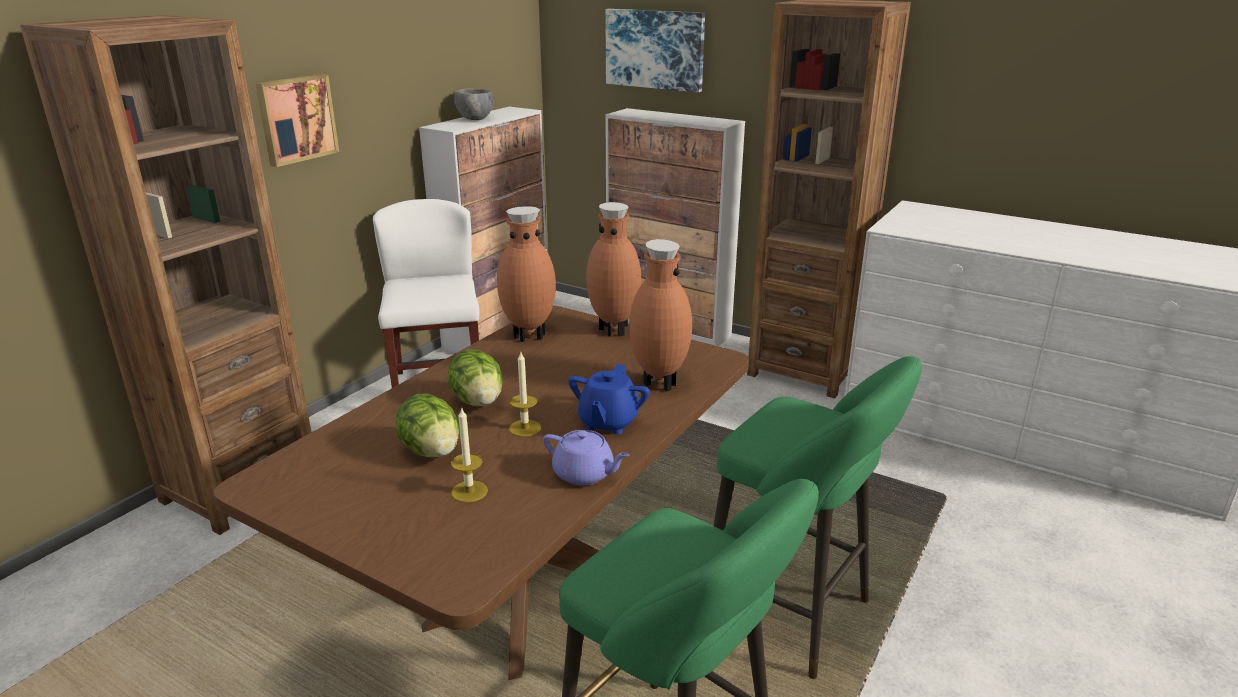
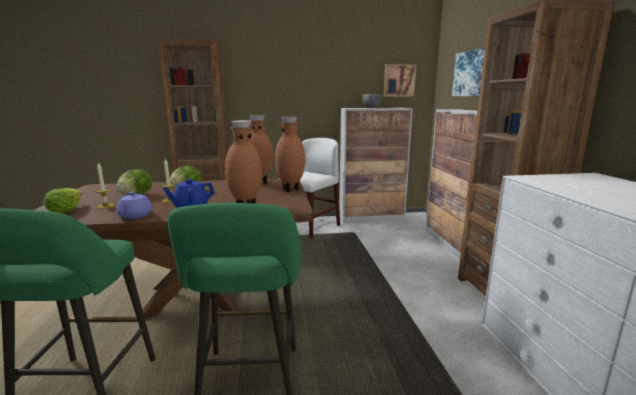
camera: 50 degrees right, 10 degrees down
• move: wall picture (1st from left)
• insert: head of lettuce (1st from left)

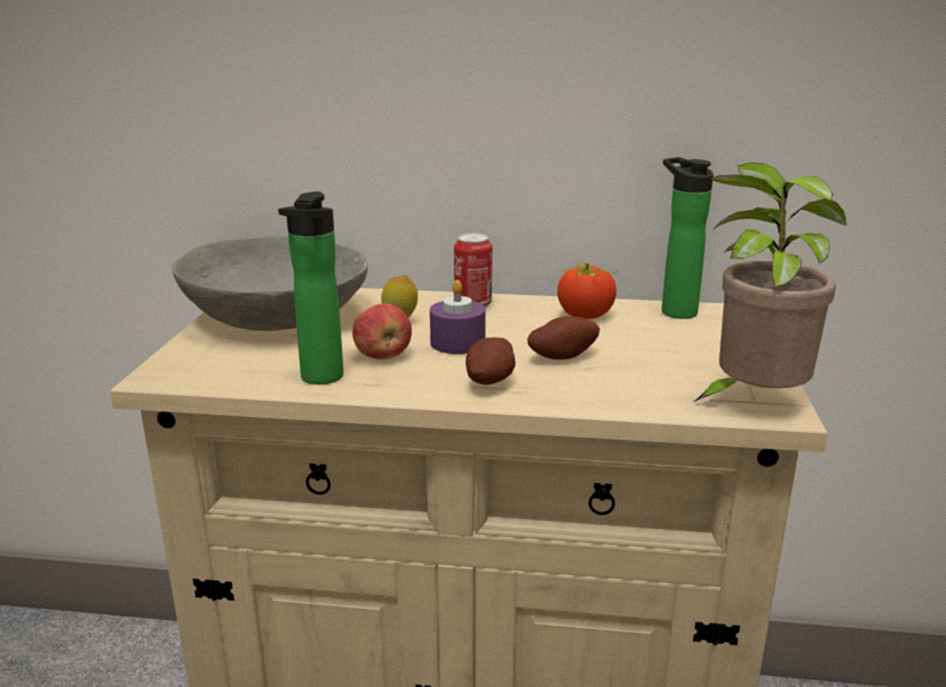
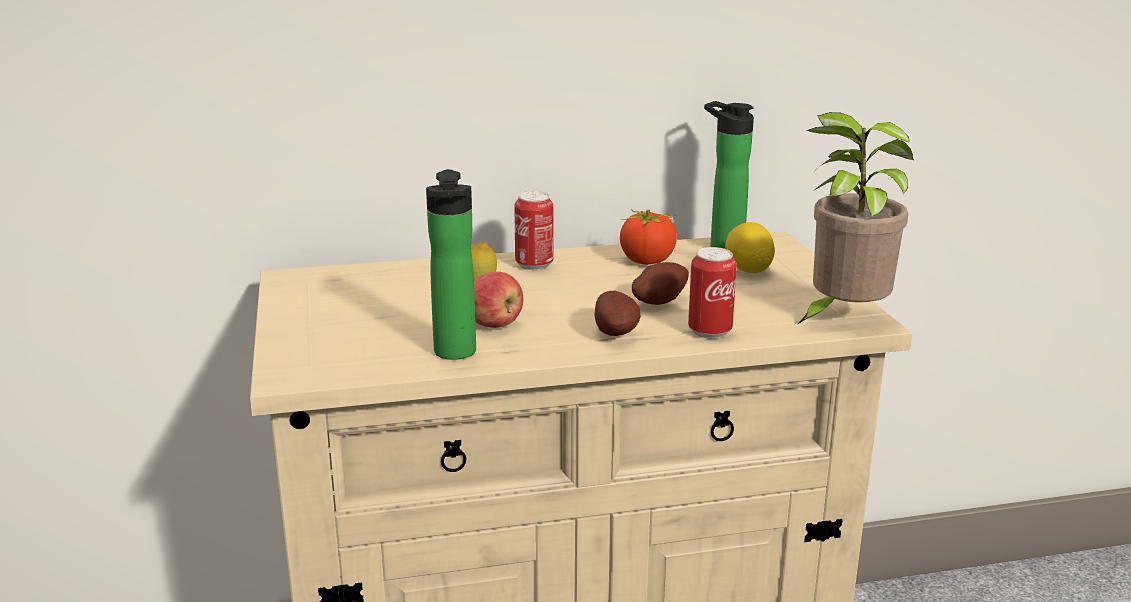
camera: 20 degrees left, 0 degrees up
• delete: grey deep dish
• delete: purplish wax light
• insert: citrus fruit (2nd from left)
• insert: can (2nd from left)

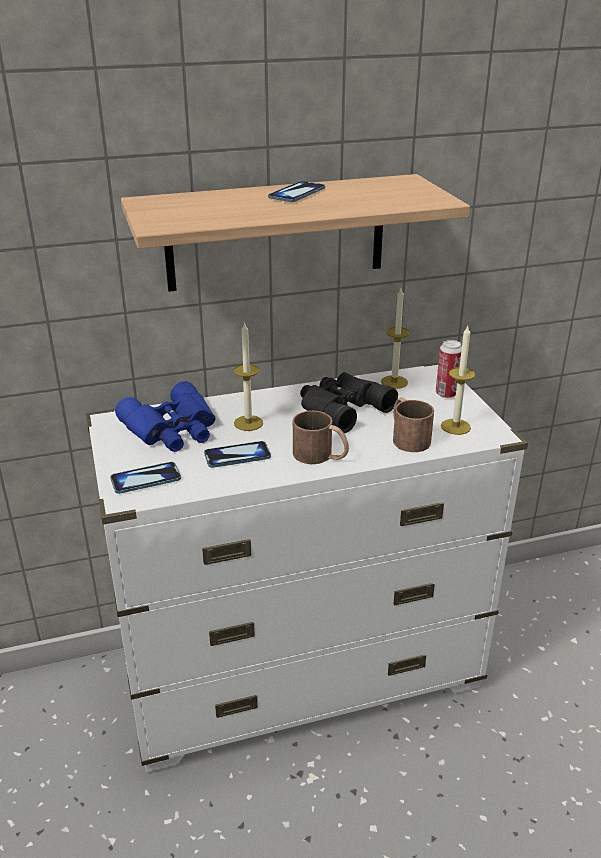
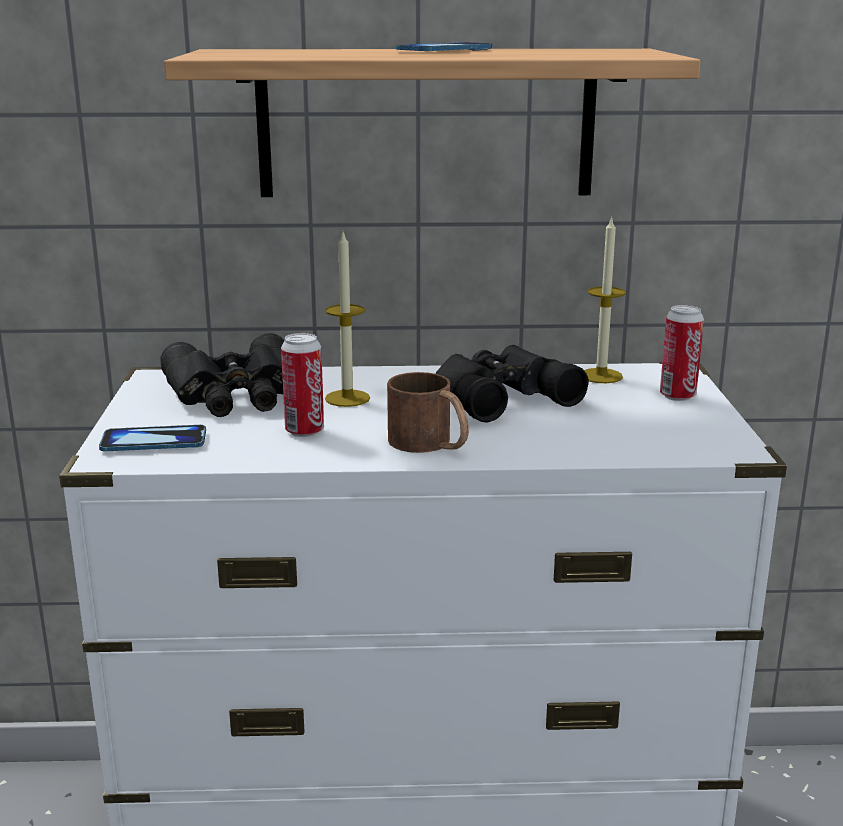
camera: 15 degrees right, 10 degrees down
• delete: wax light (3rd from left)
• recolor: blue pair of binoculars to blackish pair of binoculars (1st from left)
• delete: brown-coloured tea mug (2nd from left)
• replace: phone (2nd from left) to can (1st from left)

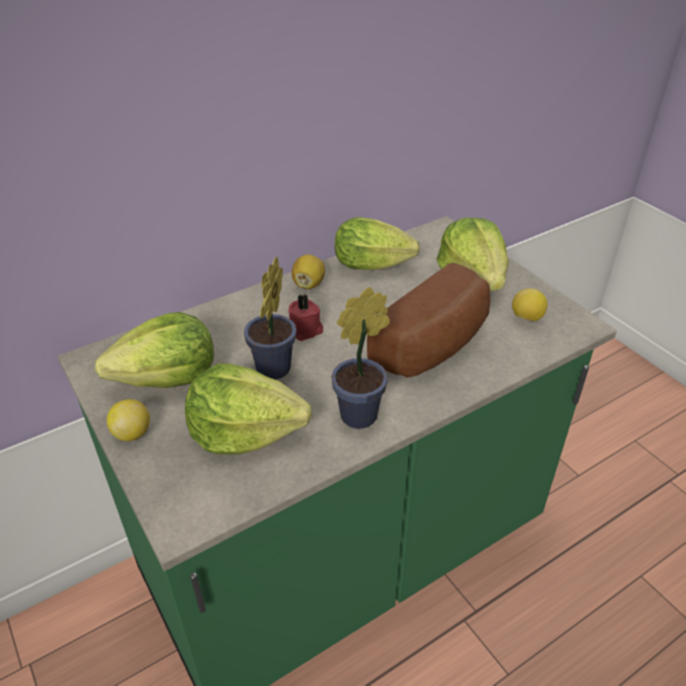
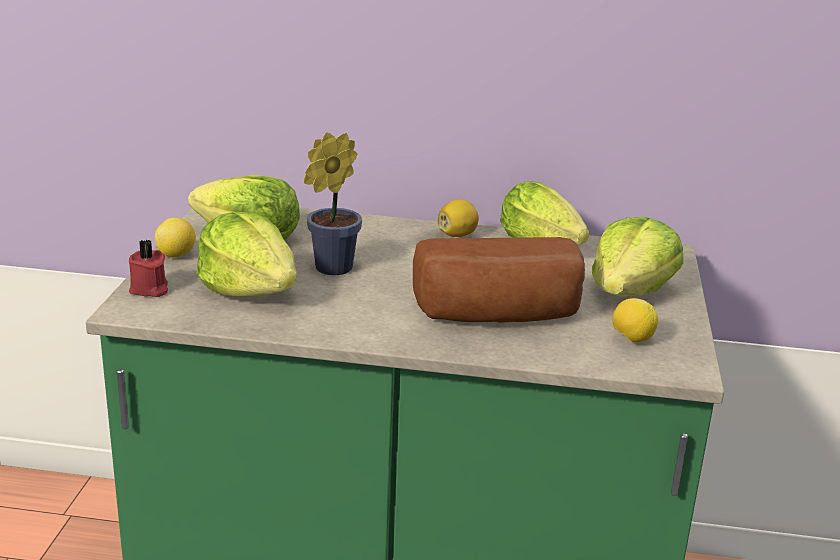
camera: 40 degrees right, 15 degrees down
• delete: potted plant (2nd from left)
• move: reddish wax light

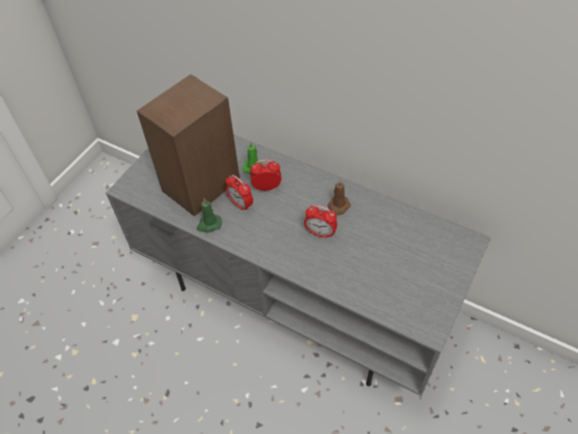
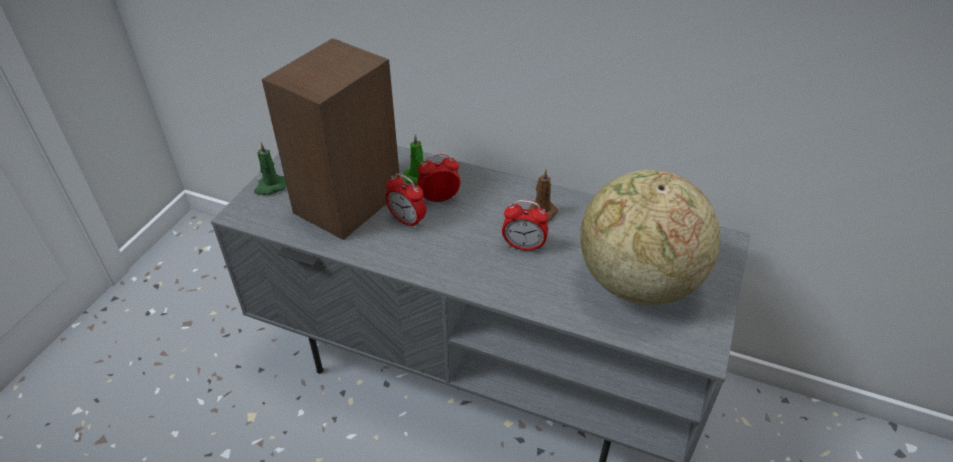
camera: 10 degrees left, 10 degrees down
• move: green wax light (1st from left)
• insert: desk globe

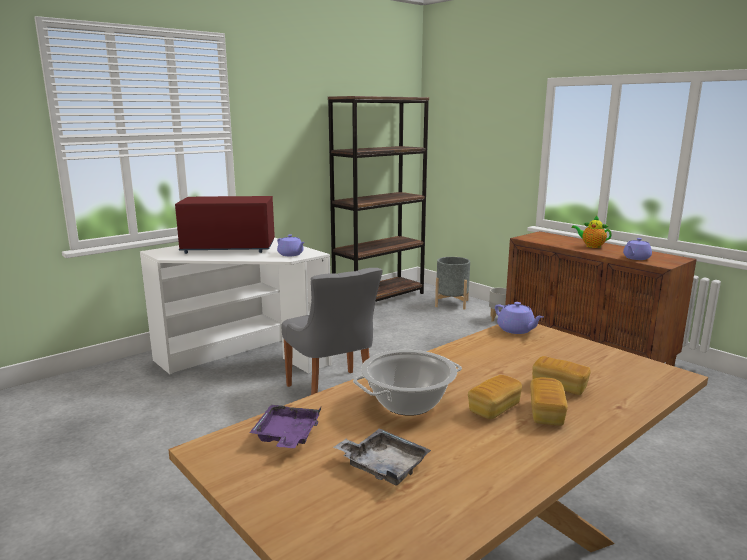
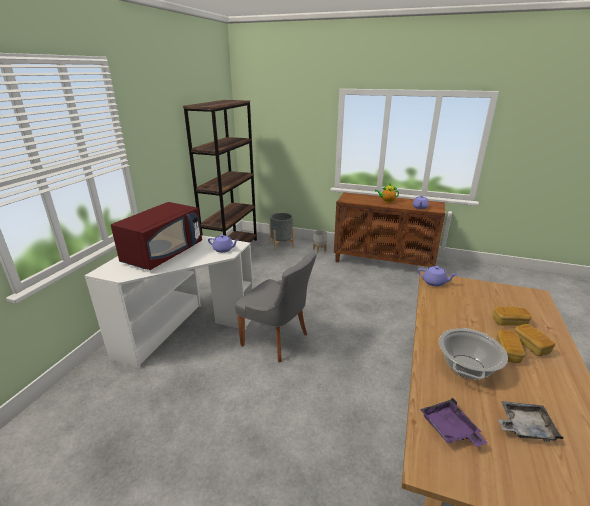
camera: 30 degrees left, 10 degrees up
• rotate: reddish microwave 150 degrees clockwise

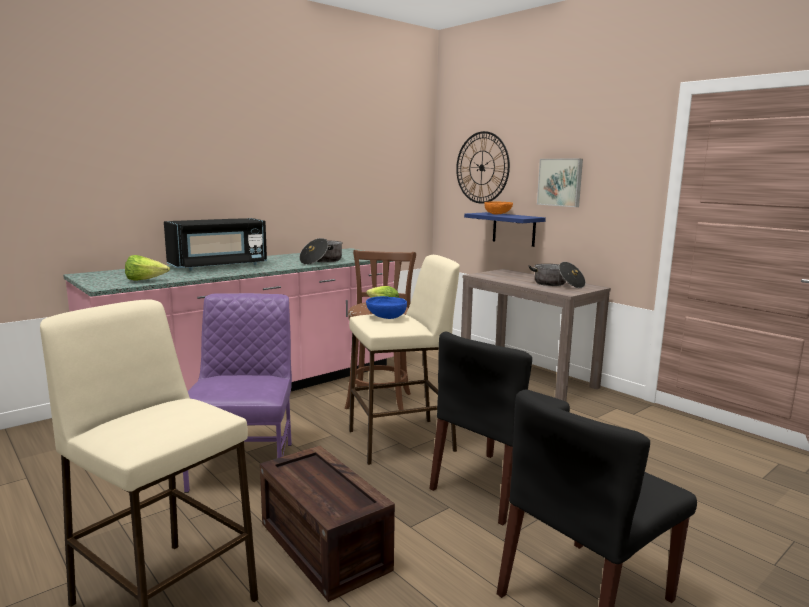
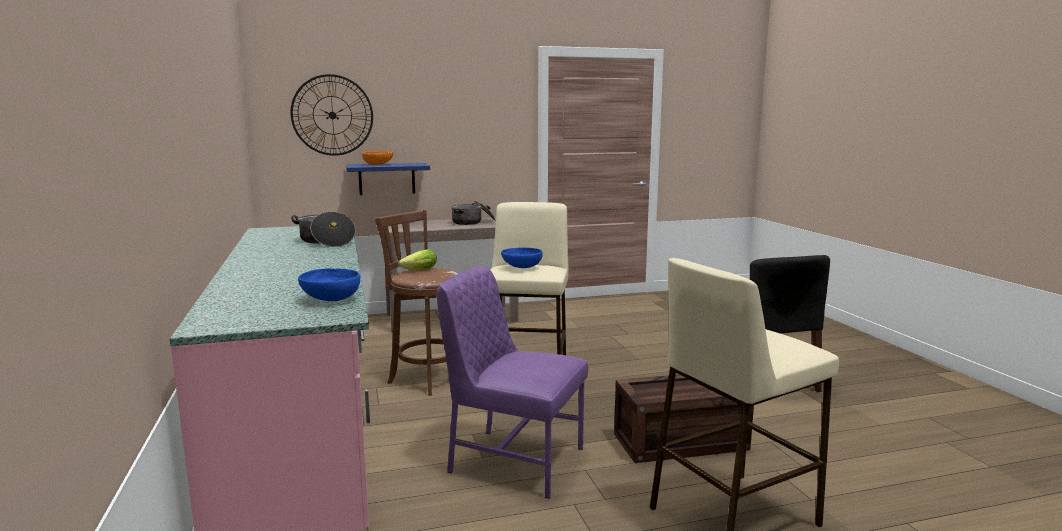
camera: 65 degrees left, 0 degrees up
• delete: wall picture
• delete: blackish microwave
• replace: head of lettuce (1st from left) to blue deep dish (1st from left)
• delete: blackish plain chair (1st from left)

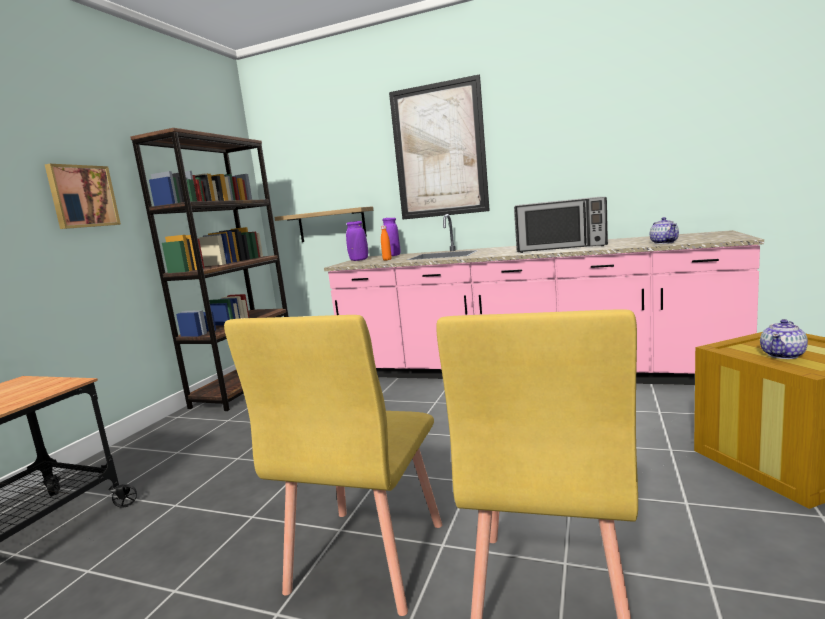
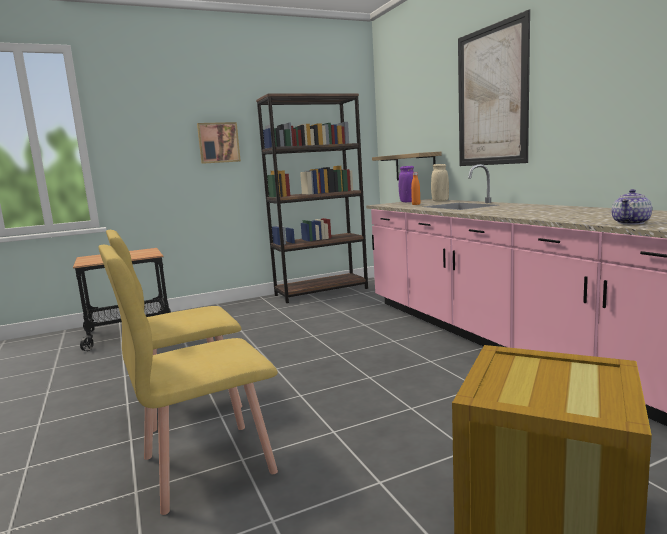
camera: 45 degrees right, 0 degrees up
• delete: microwave
• recolor: purplish decorative vase (2nd from left) to beige-coloured decorative vase
• delete: tea pot (2nd from left)

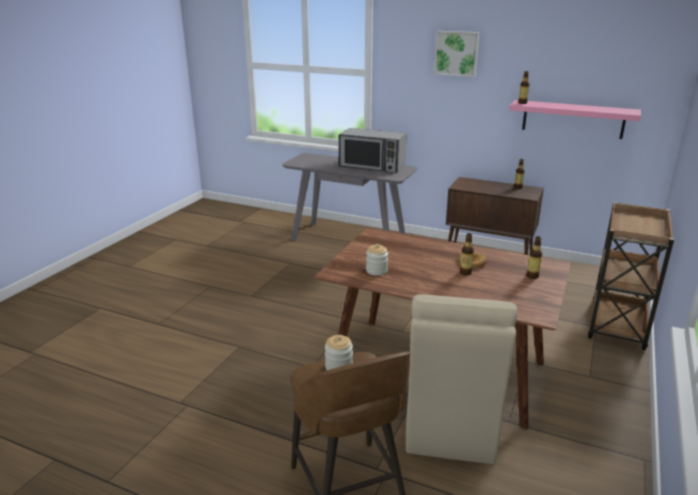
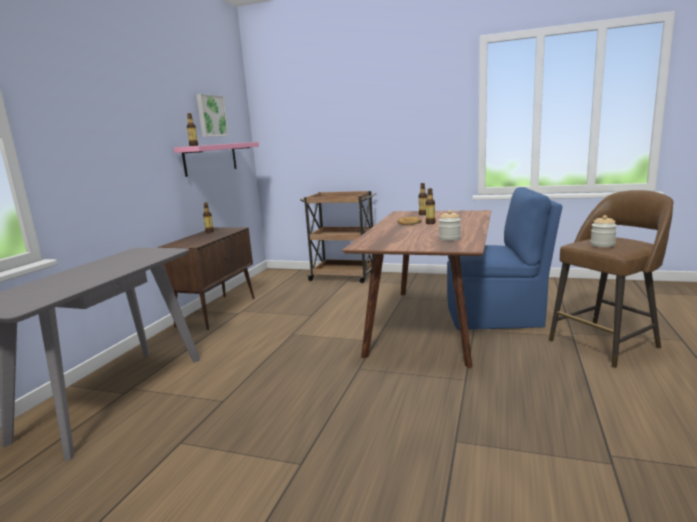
camera: 95 degrees left, 10 degrees down
• move: wall picture
• delete: microwave
• recolor: beige-coloured plain chair to blue plain chair

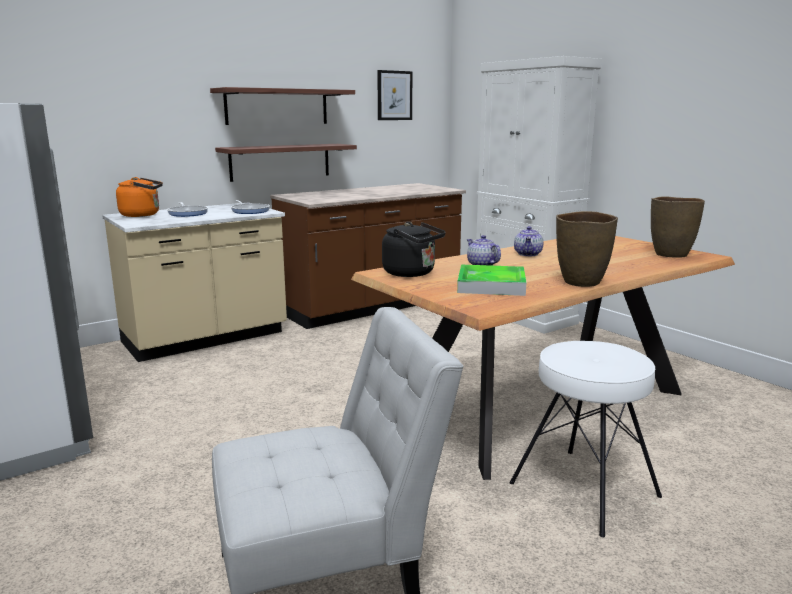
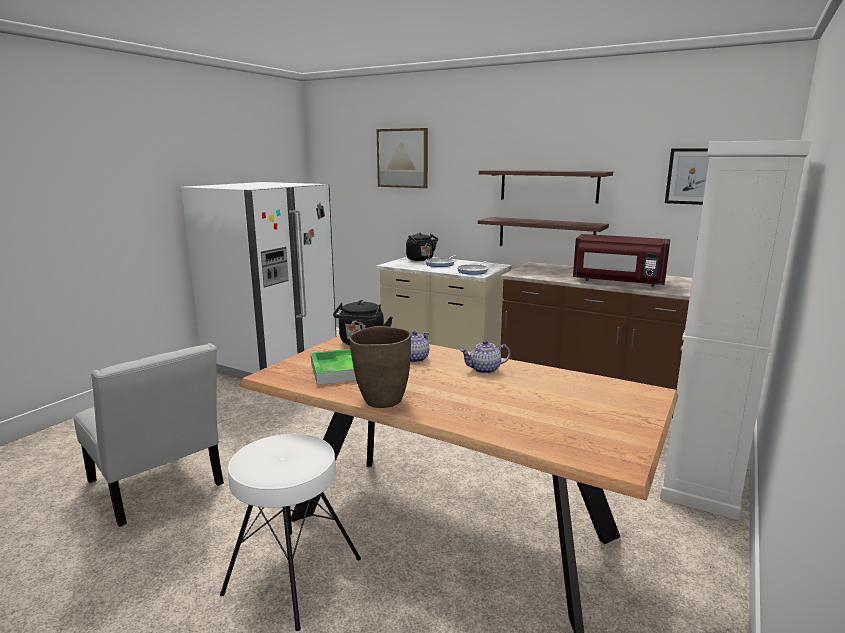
camera: 65 degrees right, 0 degrees up
• recolor: orangey kettle to blackish kettle (2nd from left)
• delete: brown-coloured decorative vase (2nd from left)
• insert: wall picture (1st from left)
• insert: reddish microwave

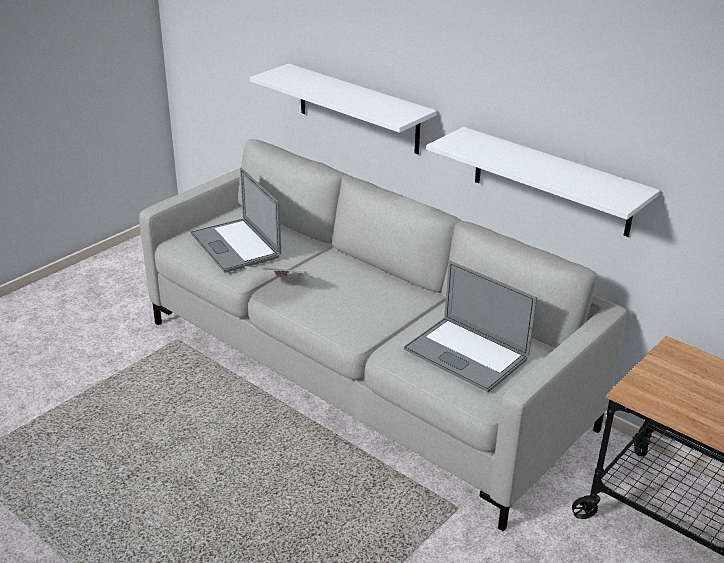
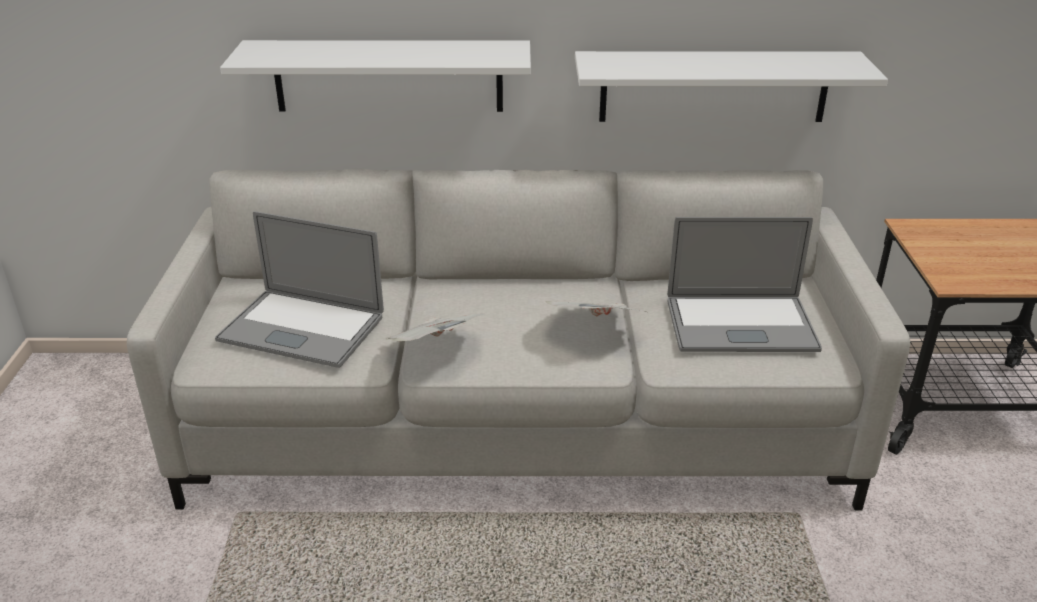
camera: 40 degrees left, 0 degrees up
• insert: newspaper (2nd from left)

